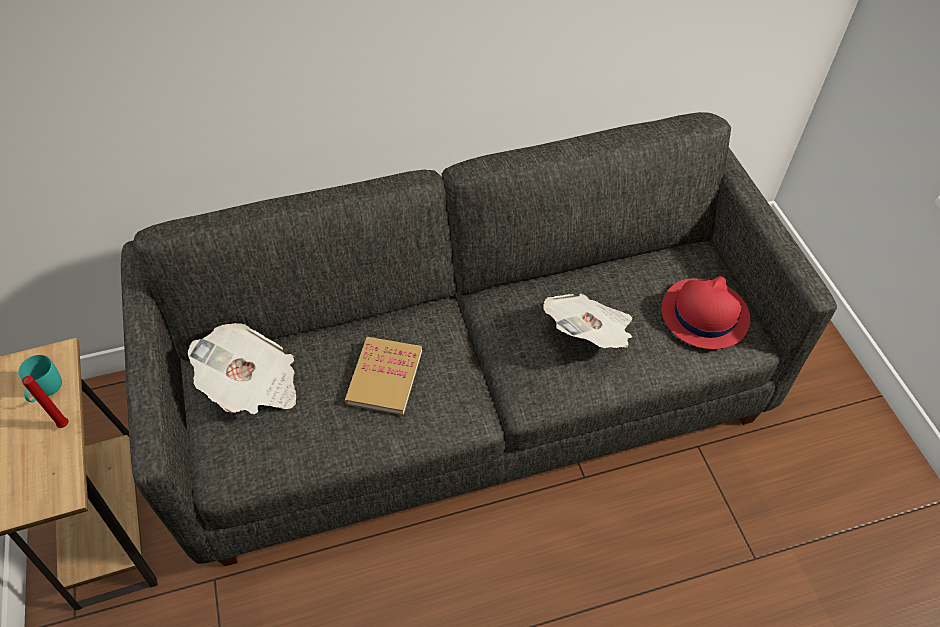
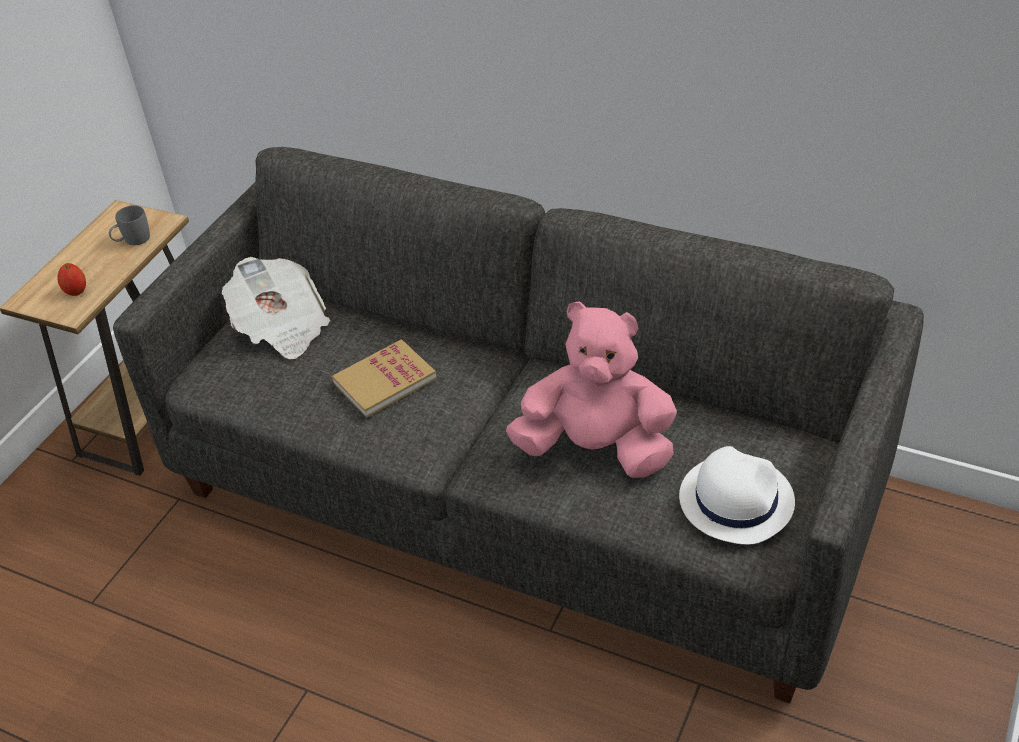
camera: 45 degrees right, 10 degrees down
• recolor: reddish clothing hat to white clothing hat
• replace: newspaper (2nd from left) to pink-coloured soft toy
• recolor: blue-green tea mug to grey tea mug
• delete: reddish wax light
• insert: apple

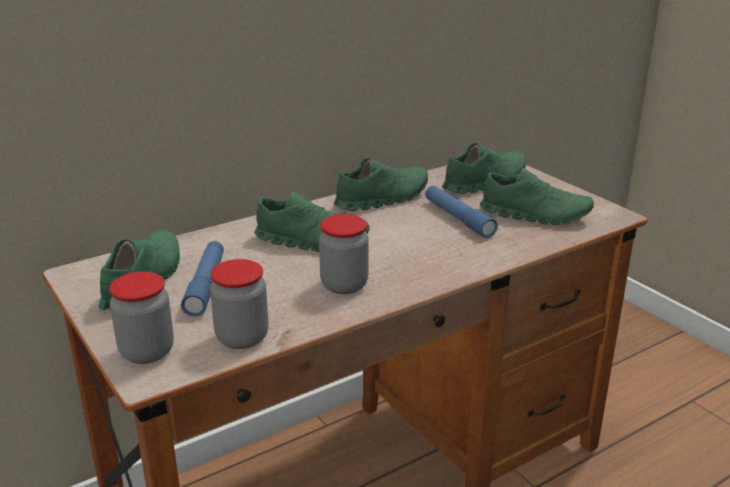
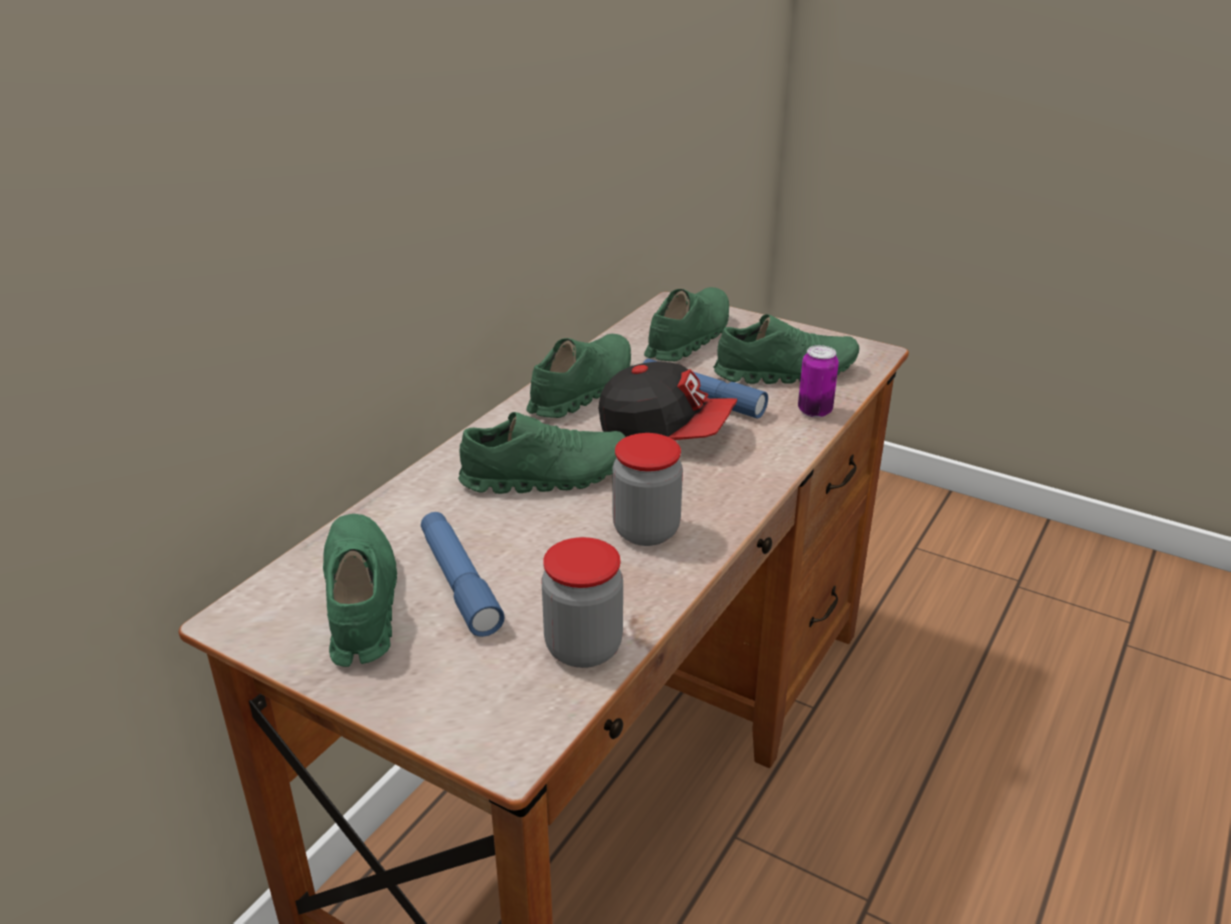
camera: 25 degrees left, 5 degrees up
• delete: jar (1st from left)
• insert: can
• insert: cap

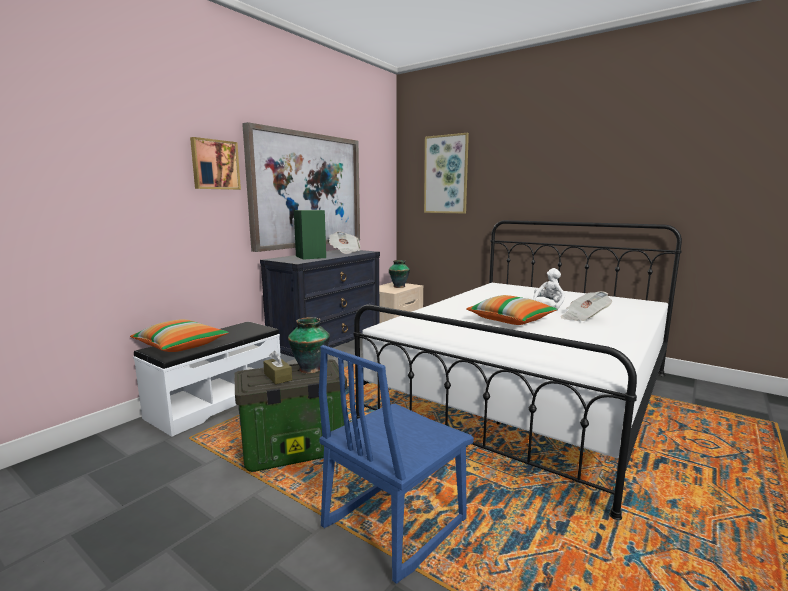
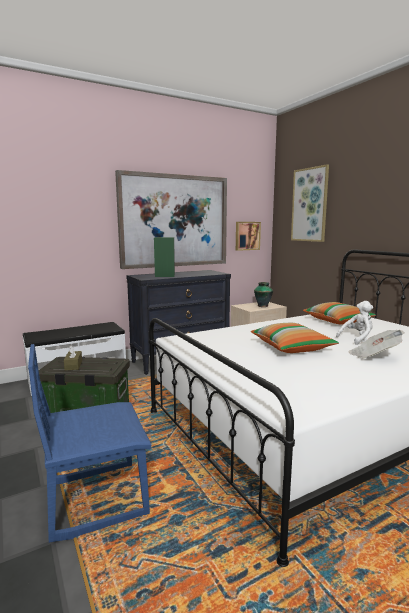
camera: 25 degrees right, 0 degrees up
• move: wall picture (1st from left in the first image) to wall picture (2nd from left)
• delete: newspaper (1st from left)
• delete: decorative vase (1st from left)
• move: throw pillow (1st from left in the first image) to throw pillow (2nd from left)

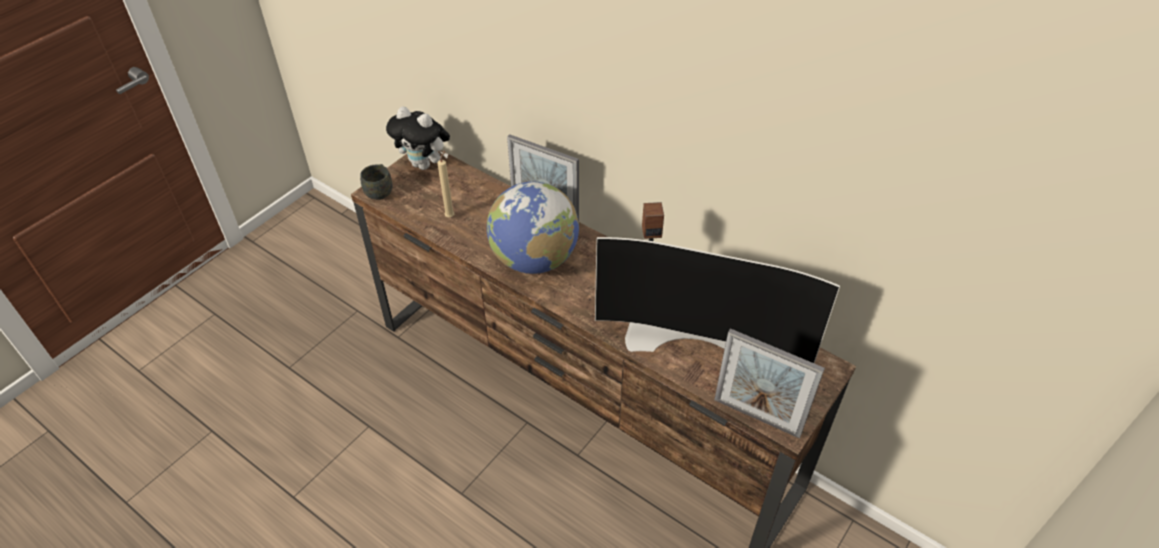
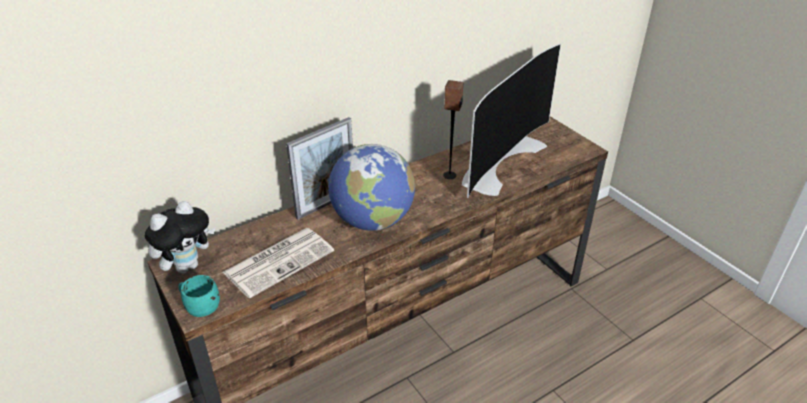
camera: 70 degrees left, 10 degrees down
• replace: beige-coloured wax light to newspaper
• recolor: grey tea mug to blue-green tea mug
• delete: photo frame (2nd from left)

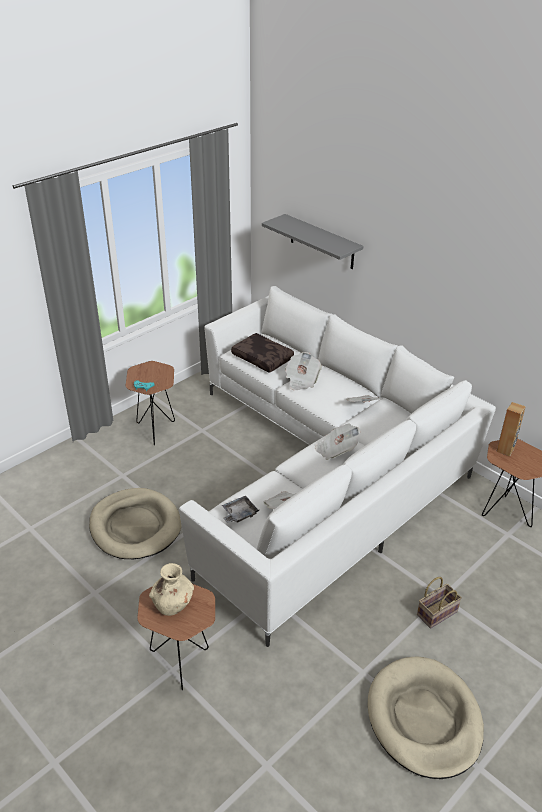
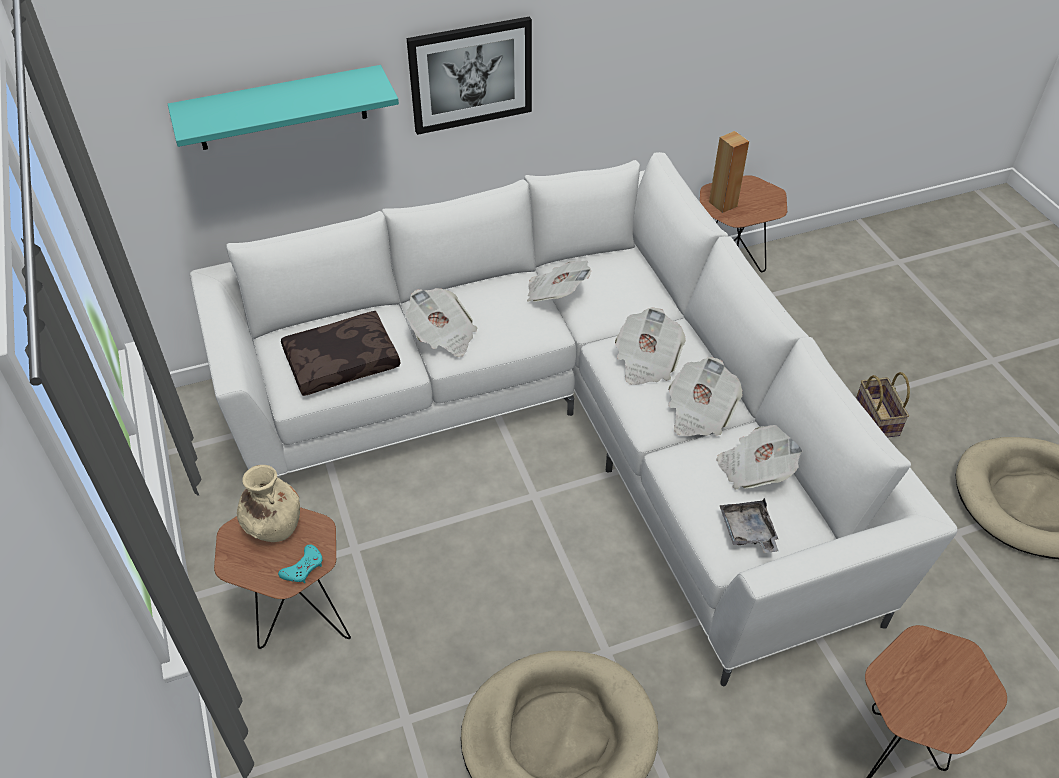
camera: 65 degrees left, 10 degrees up
• recolor: grey wall shelf to blue-green wall shelf
• move: beige-coloured decorative vase
• insert: wall picture
• insert: newspaper (4th from left)

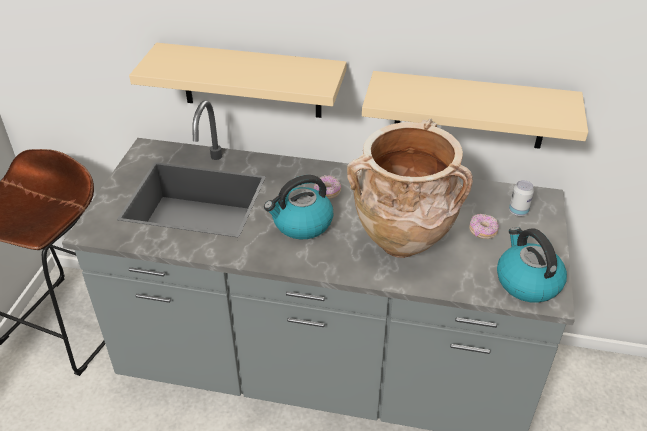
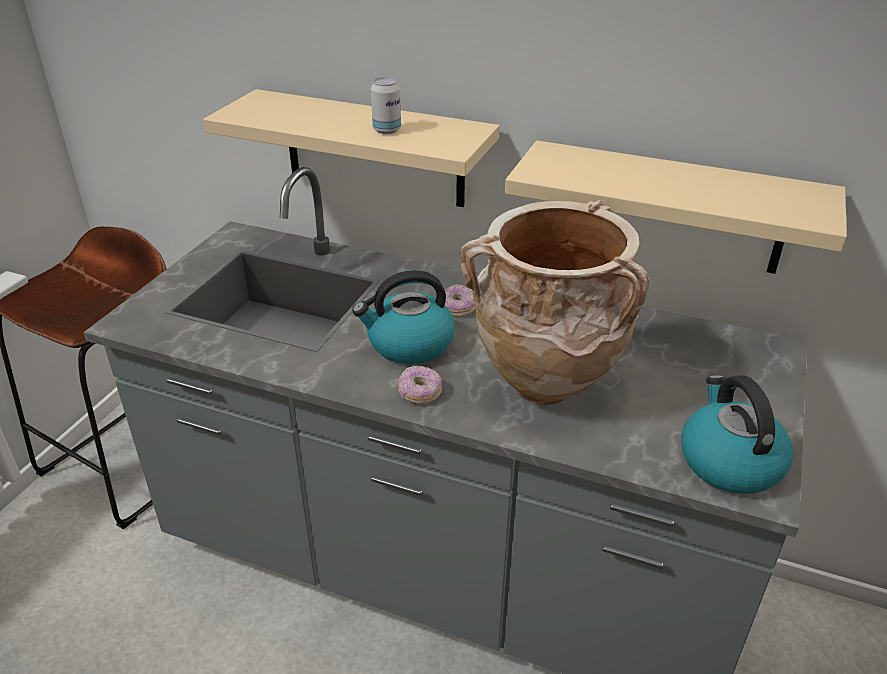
camera: 10 degrees right, 5 degrees down
• move: can
• move: ring doughnut (2nd from left in the first image) to ring doughnut (1st from left)

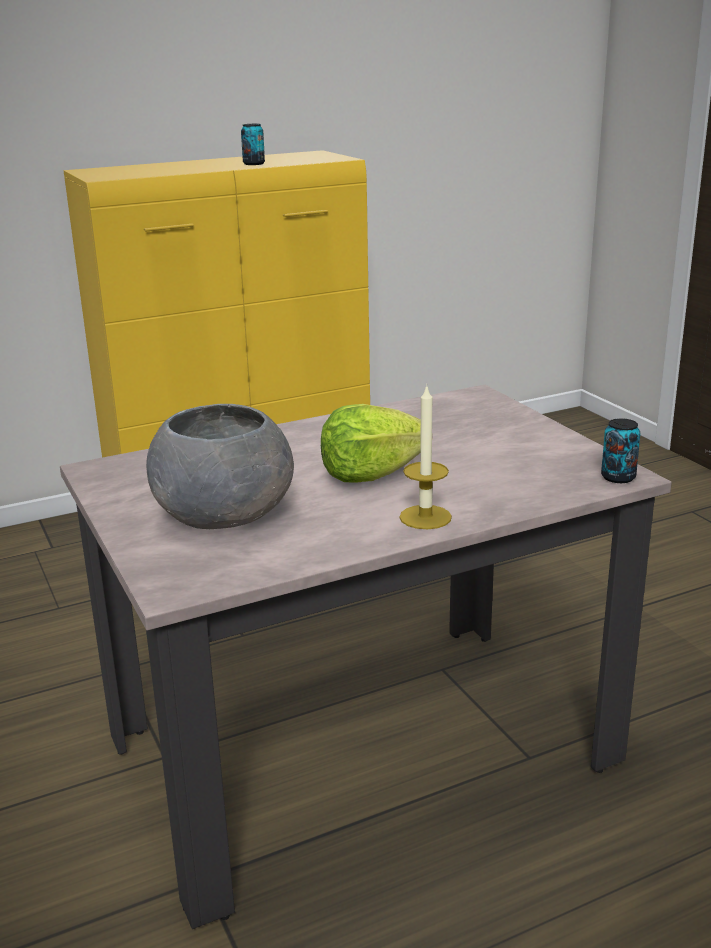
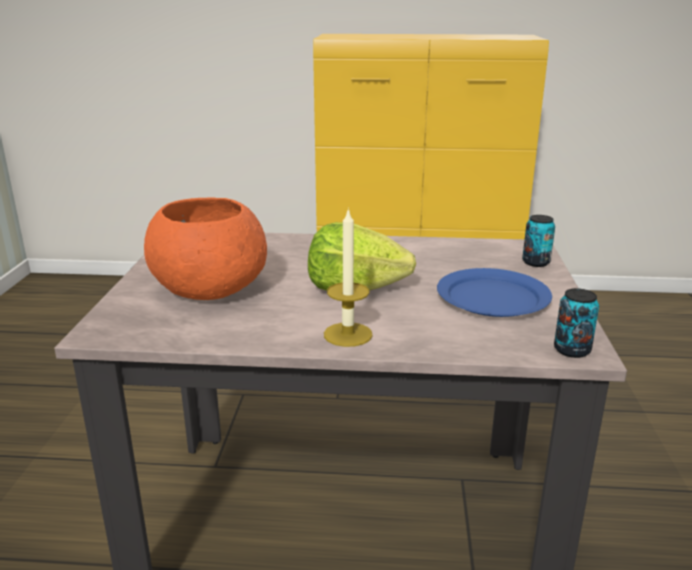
camera: 30 degrees right, 0 degrees up
• move: can (1st from left)
• recolor: grey deep dish to orangey deep dish
• insert: blue plate

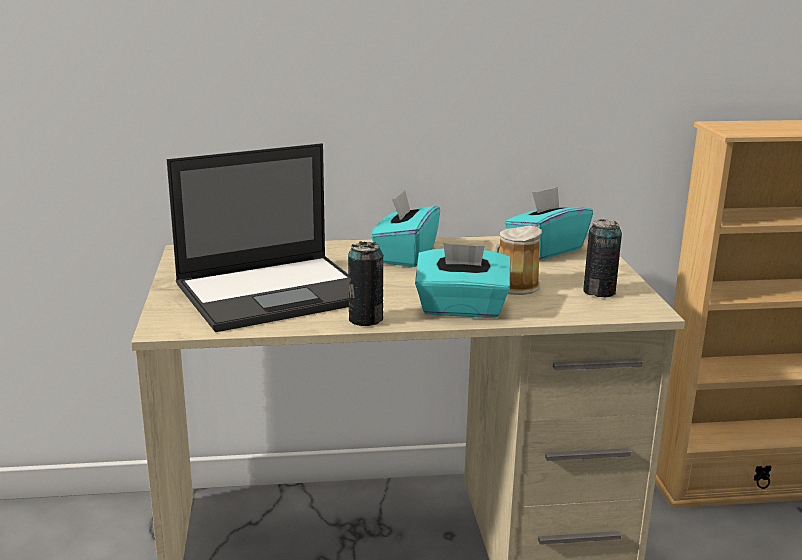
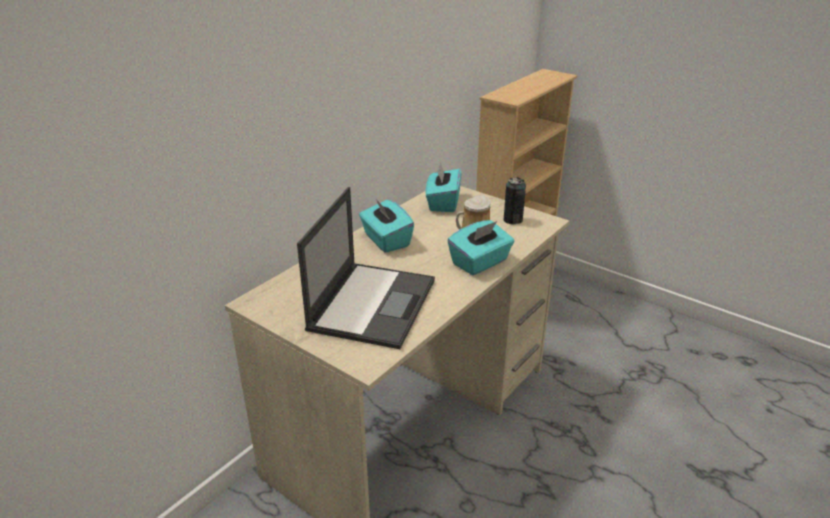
camera: 45 degrees left, 10 degrees up
• delete: can (1st from left)

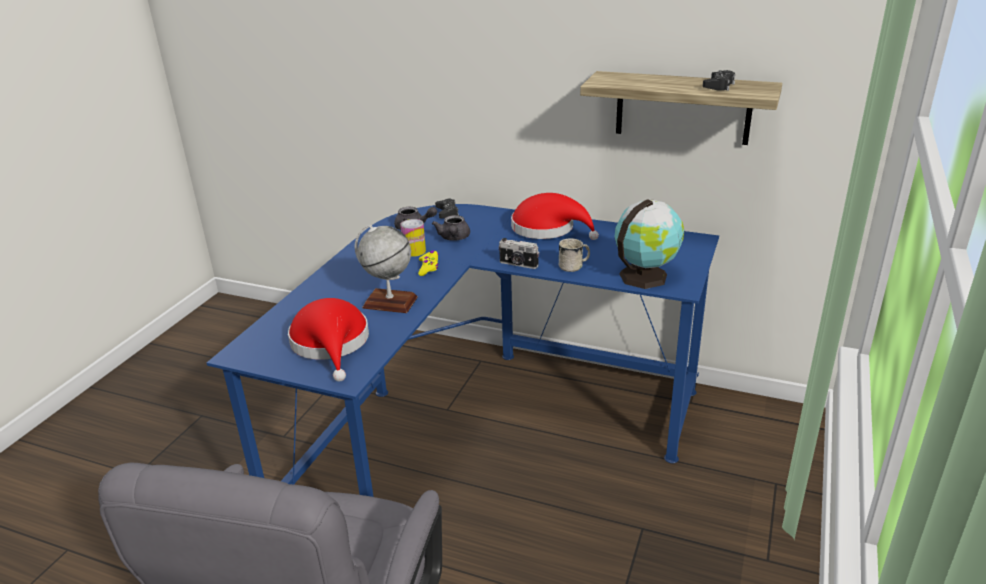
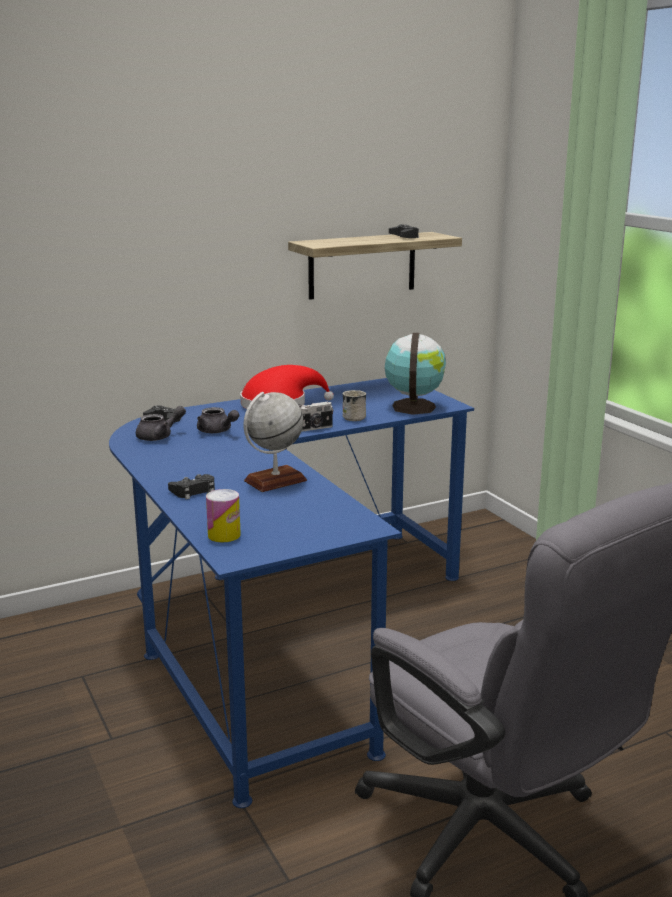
camera: 50 degrees left, 10 degrees down
• move: can
• delete: yellow gamepad
• delete: reddish clothing hat (1st from left)
• insert: blackish gamepad (2nd from left)

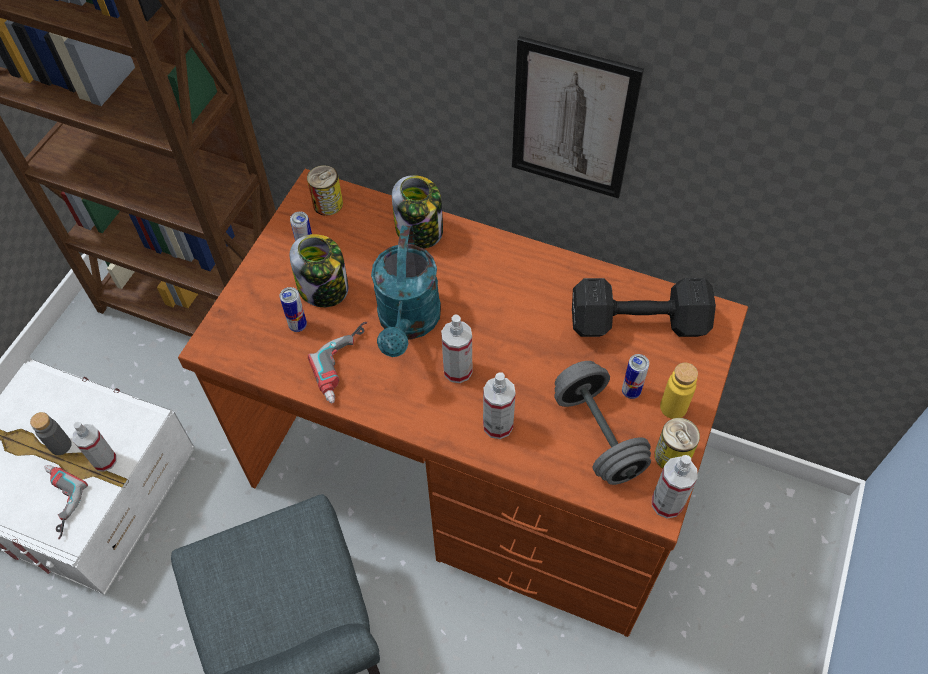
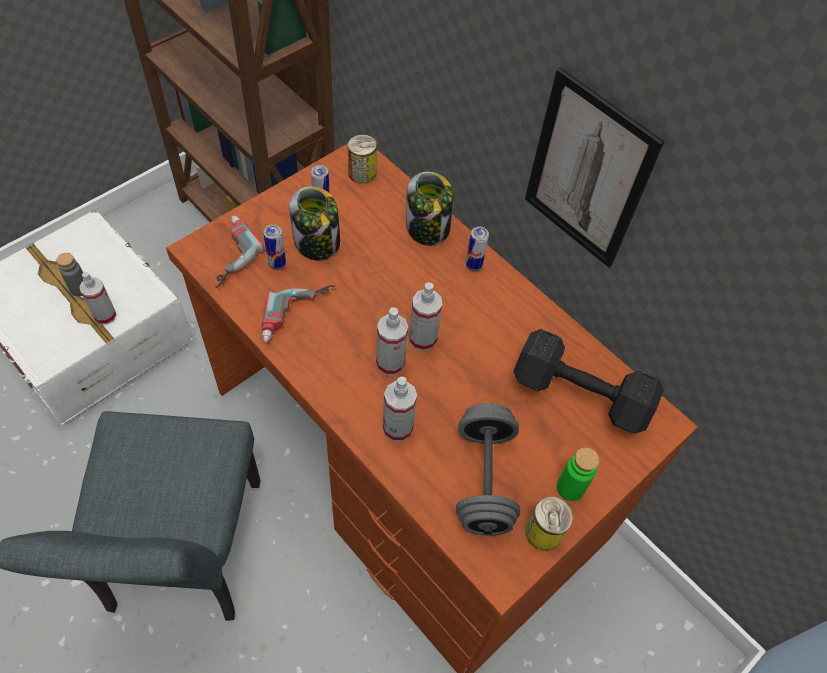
camera: 20 degrees right, 0 degrees up
• delete: blue-green watering pot
• move: can (4th from left)
• recolor: yellow beverage bottle to green beverage bottle
• move: sprayer (4th from left)
• move: electric drill (1st from left)

